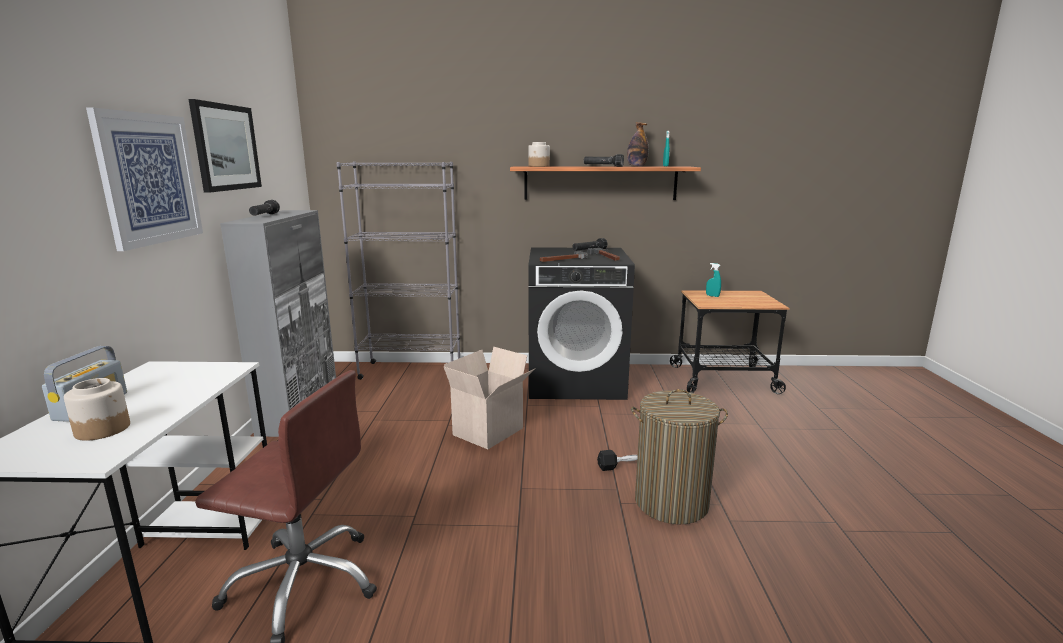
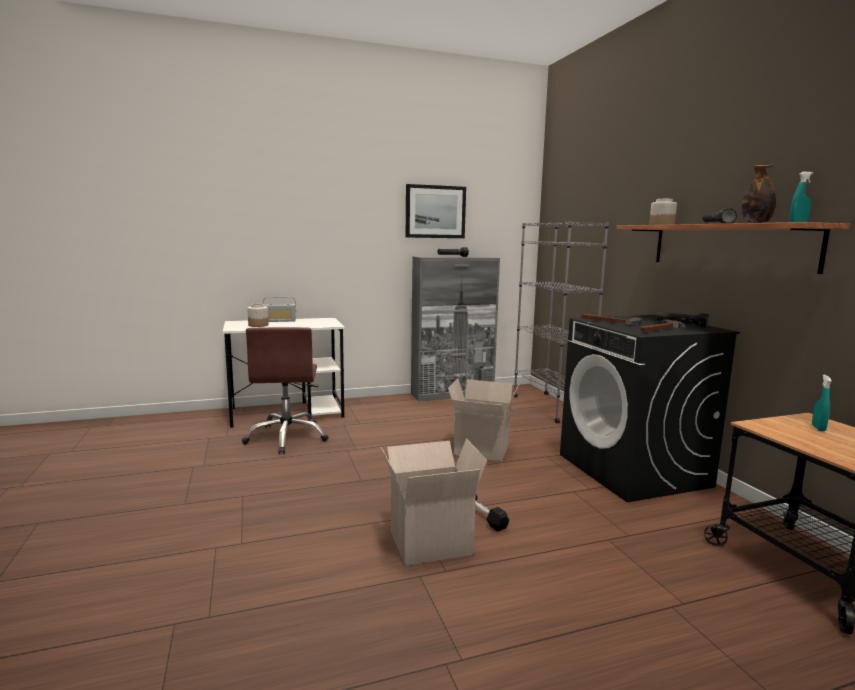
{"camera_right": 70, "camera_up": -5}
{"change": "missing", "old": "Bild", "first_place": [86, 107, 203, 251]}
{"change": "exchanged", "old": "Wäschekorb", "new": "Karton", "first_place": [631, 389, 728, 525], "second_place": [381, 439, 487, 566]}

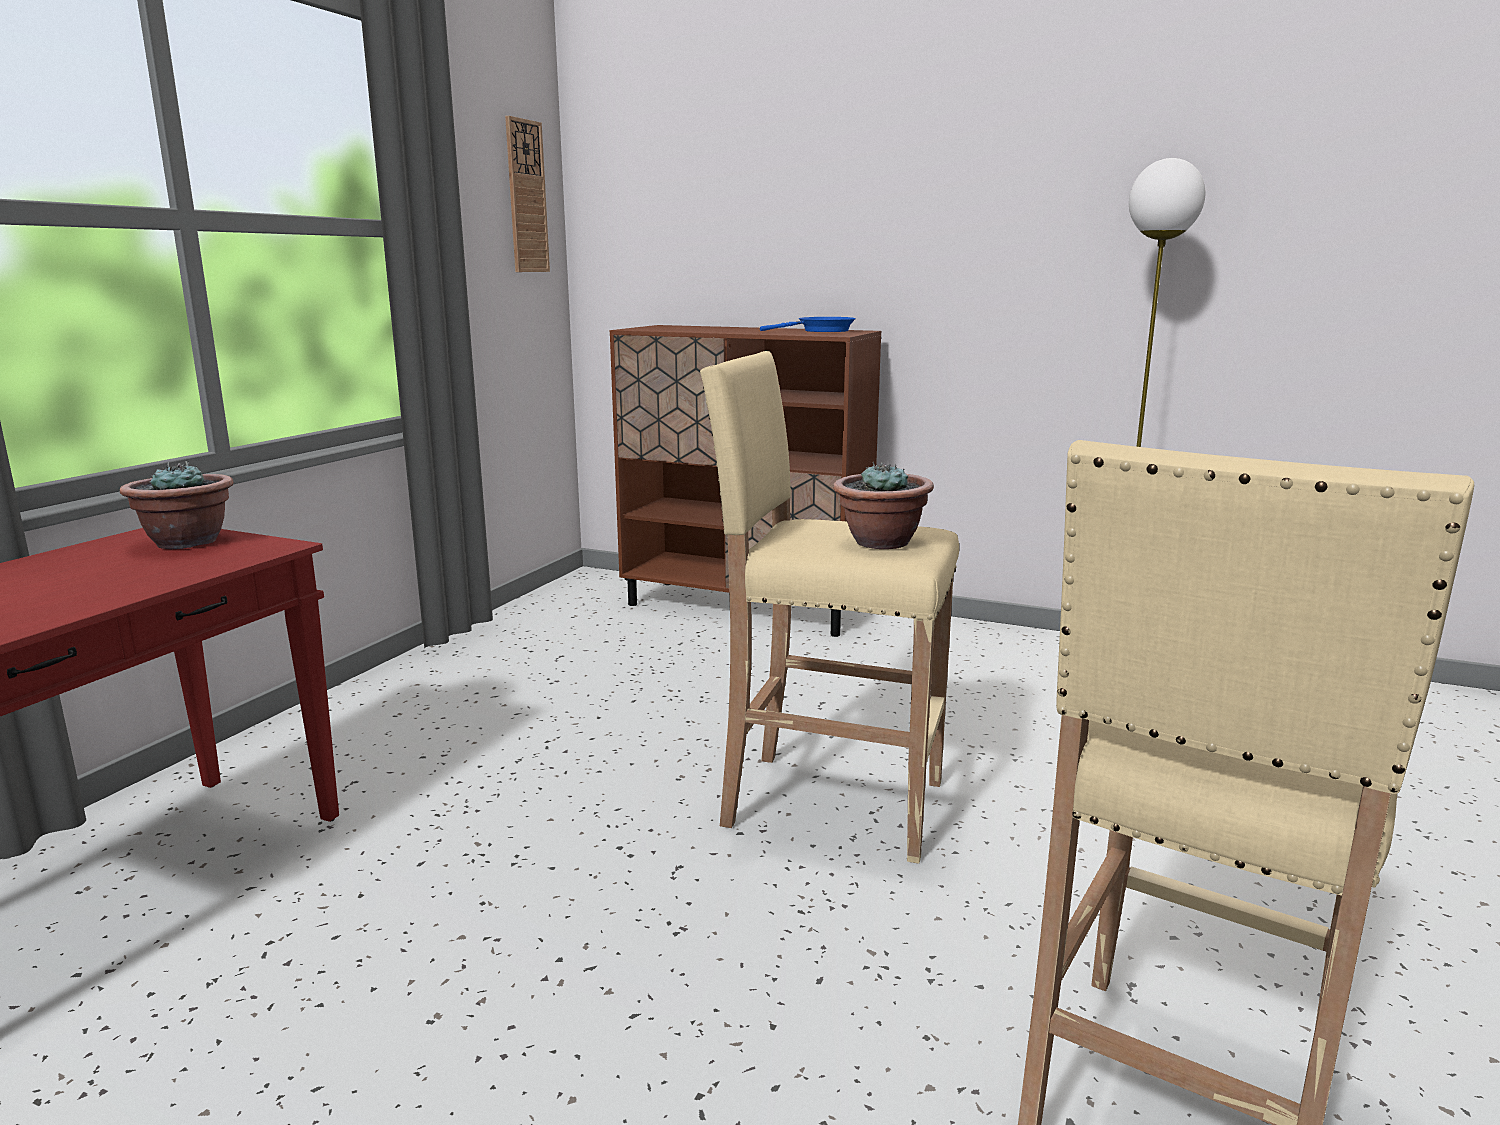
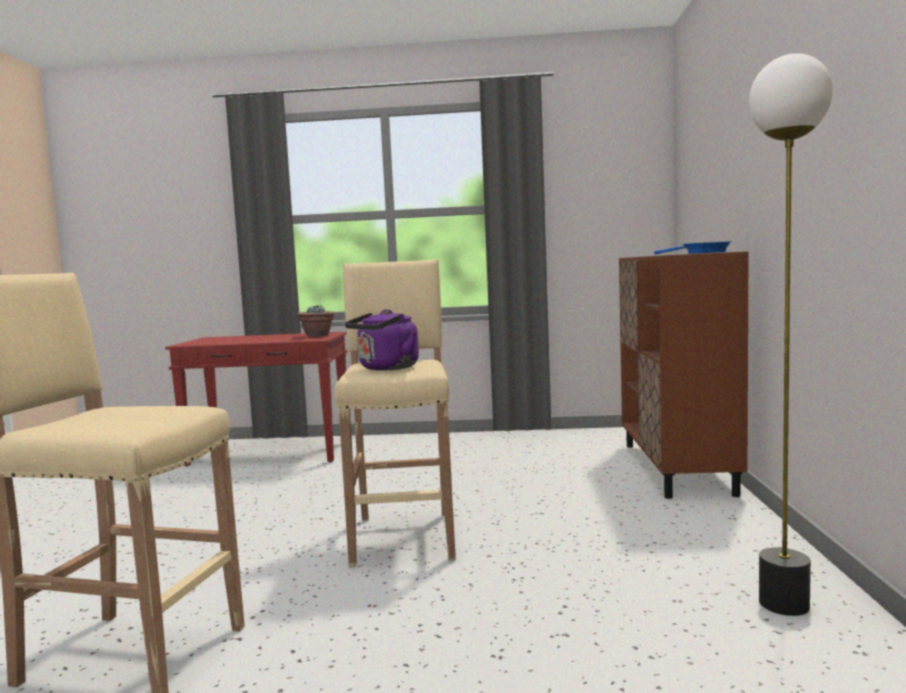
{"camera_right": 70, "camera_up": -10}
{"change": "missing", "old": "Wanduhr", "first_place": [505, 116, 550, 272]}
{"change": "exchanged", "old": "Topfpflanze", "new": "Wasserkessel/lila", "first_place": [833, 462, 934, 549], "second_place": [345, 309, 419, 371]}

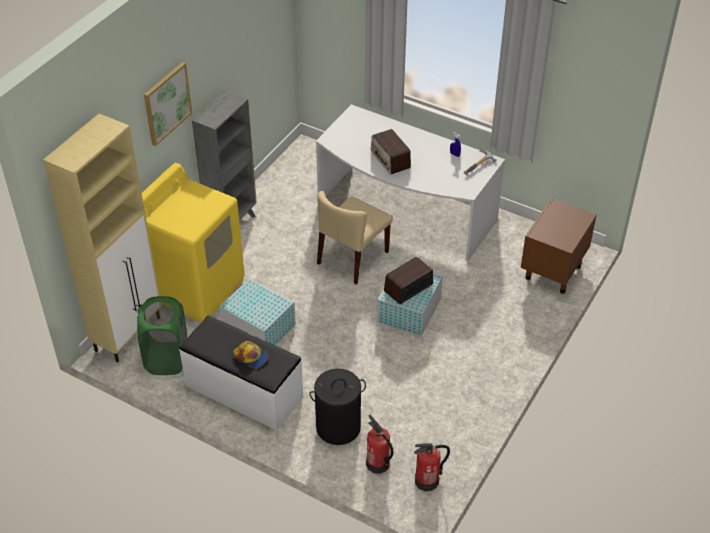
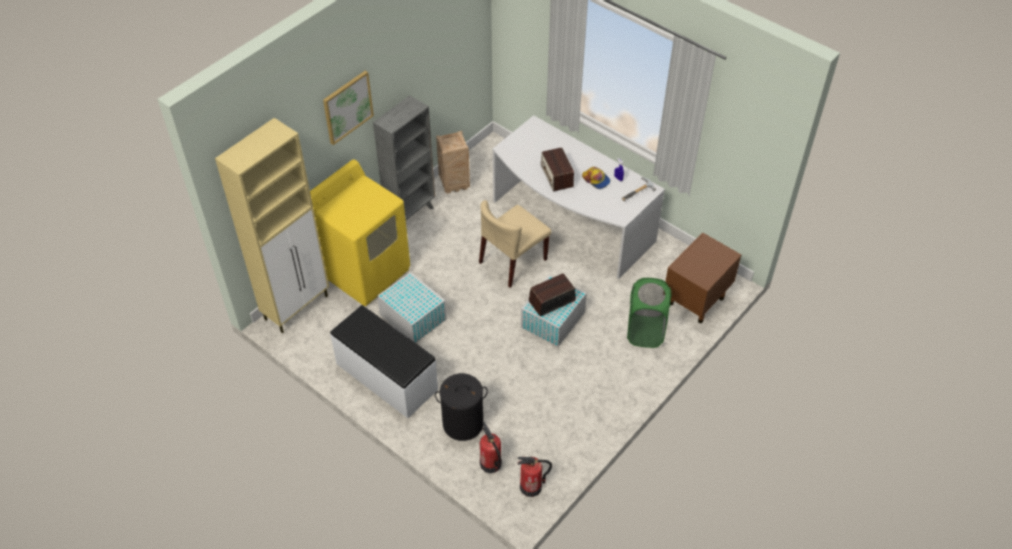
{"camera_right": 10, "camera_up": 5}
{"change": "appeared", "new": "Kiste", "second_place": [436, 131, 470, 194]}
{"change": "relocated", "old": "Wäschekorb/grün", "first_place": [137, 296, 187, 375], "second_place": [627, 278, 672, 348]}
{"change": "relocated", "old": "Kappe", "first_place": [233, 341, 268, 369], "second_place": [582, 166, 610, 189]}

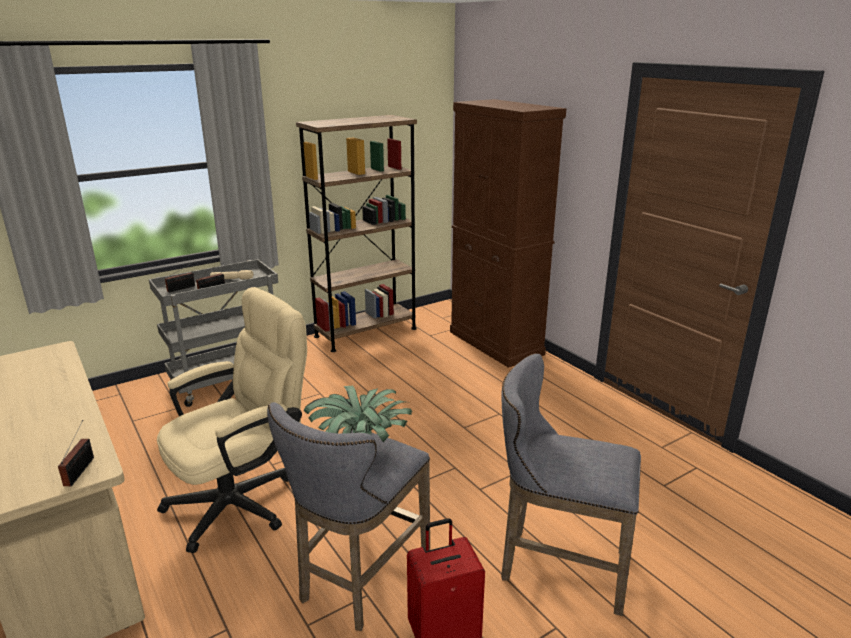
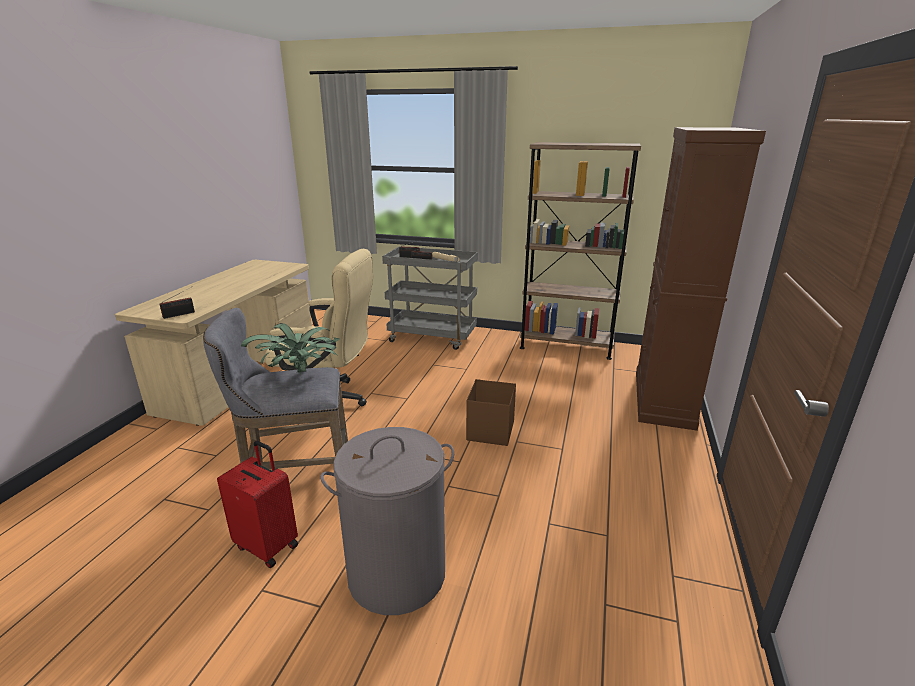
{"camera_right": 50, "camera_up": 0}
{"change": "appeared", "new": "Aufbewahrungsbox/braun", "second_place": [466, 379, 516, 446]}
{"change": "exchanged", "old": "Hocker/grau", "new": "Wäschekorb/grau", "first_place": [501, 354, 641, 616], "second_place": [320, 427, 454, 615]}

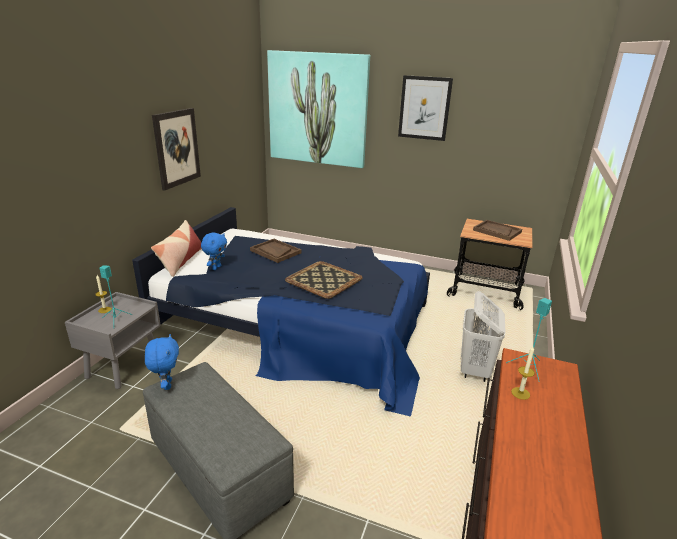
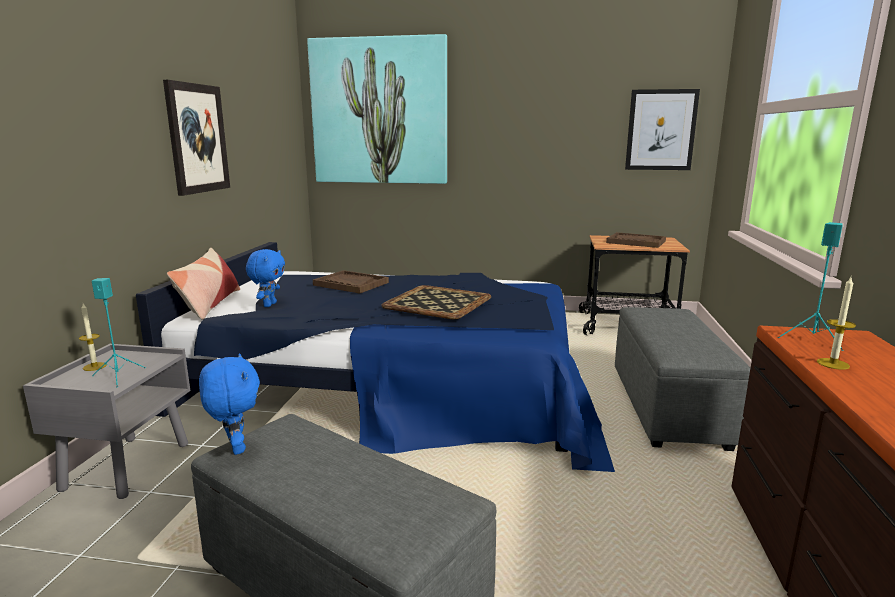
{"camera_right": -10, "camera_up": -10}
{"change": "relocated", "old": "Bild", "first_place": [398, 75, 453, 141], "second_place": [625, 89, 700, 170]}
{"change": "exchanged", "old": "Wäschekorb/weiß", "new": "Polsterhocker/grau", "first_place": [461, 291, 505, 382], "second_place": [615, 307, 750, 451]}

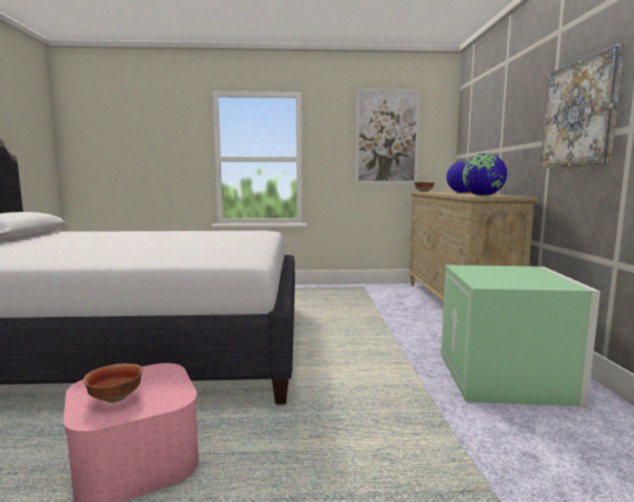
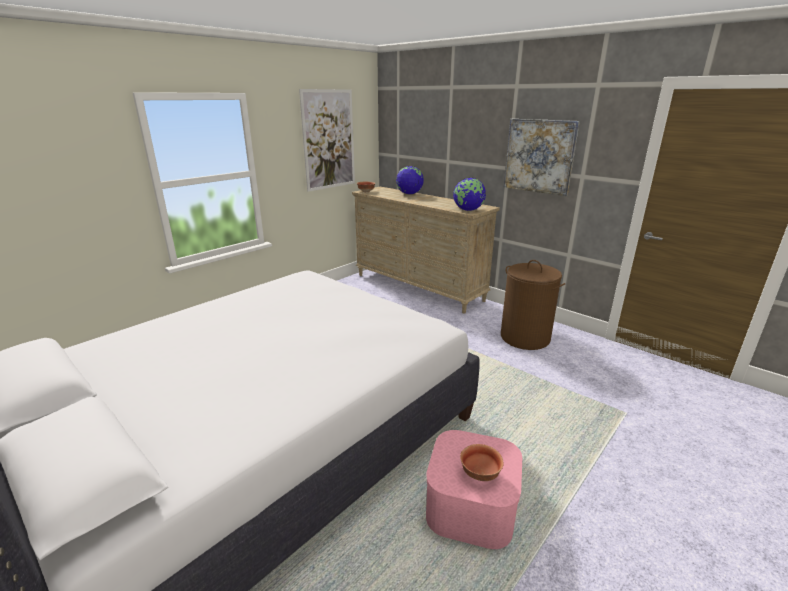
{"camera_right": -45, "camera_up": 15}
{"change": "exchanged", "old": "Aufbewahrungsbox/grün", "new": "Wäschekorb/braun", "first_place": [441, 265, 600, 407], "second_place": [501, 260, 566, 350]}

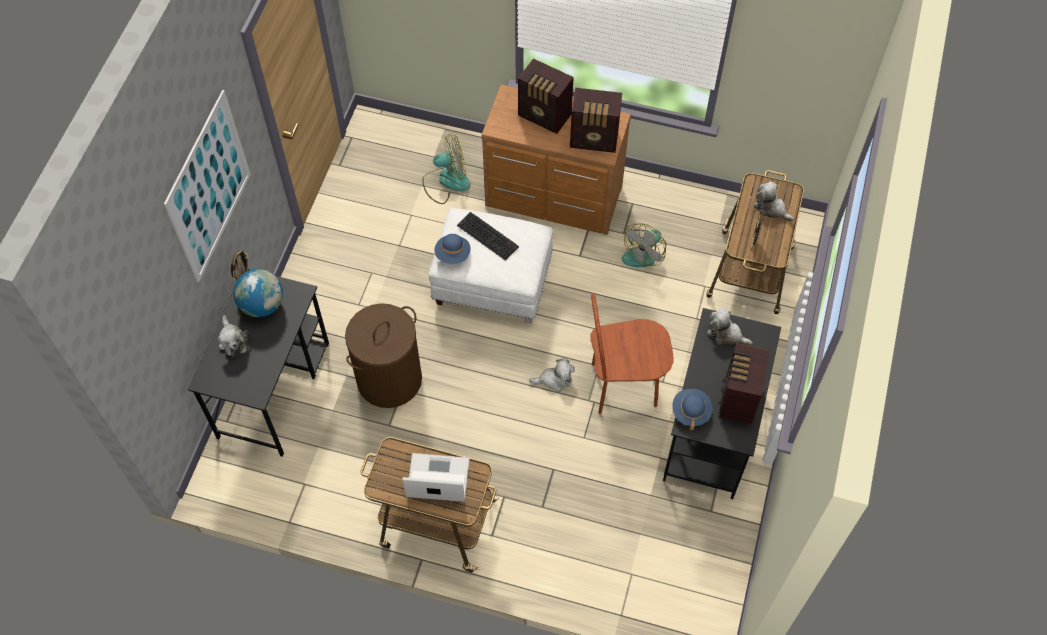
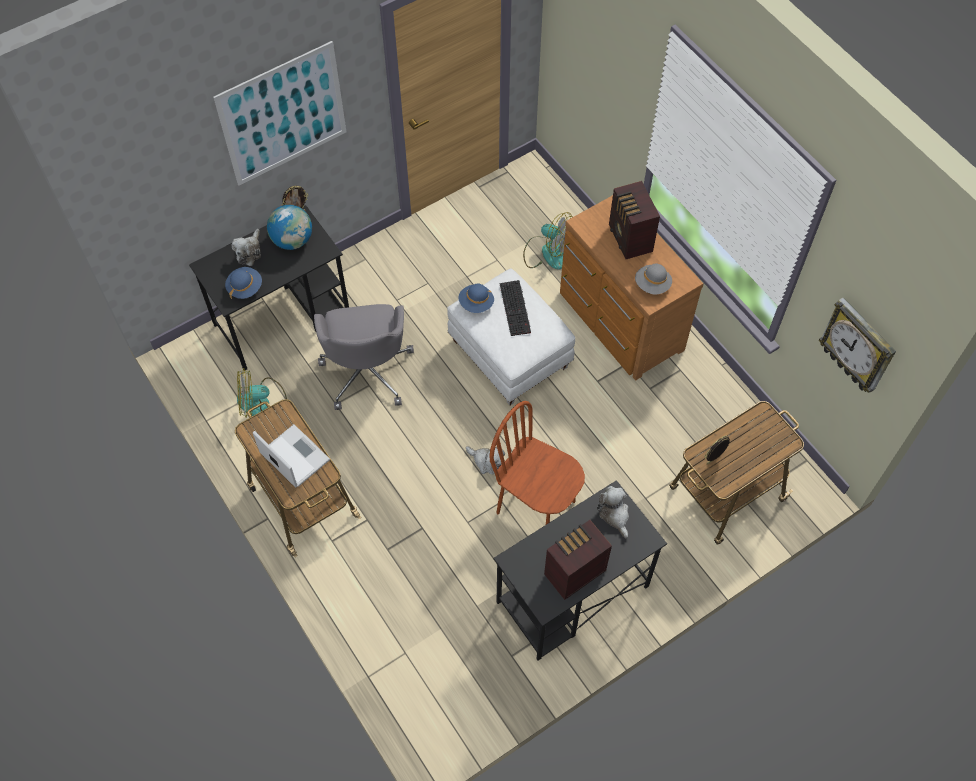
{"camera_right": 40, "camera_up": 0}
{"change": "missing", "old": "Plüschtier", "first_place": [754, 181, 794, 222]}
{"change": "appeared", "new": "Wanduhr", "second_place": [819, 297, 896, 393]}
{"change": "relocated", "old": "Ventilator", "first_place": [622, 223, 666, 267], "second_place": [237, 368, 287, 418]}
{"change": "relocated", "old": "Hut/blau", "first_place": [672, 389, 712, 430], "second_place": [225, 267, 262, 299]}
{"change": "exchanged", "old": "Wäschekorb/braun", "new": "Bürostuhl/grau", "first_place": [345, 303, 422, 408], "second_place": [314, 304, 414, 410]}
{"change": "exchanged", "old": "Radio", "new": "Hut/grau", "first_place": [570, 88, 622, 153], "second_place": [635, 264, 672, 294]}

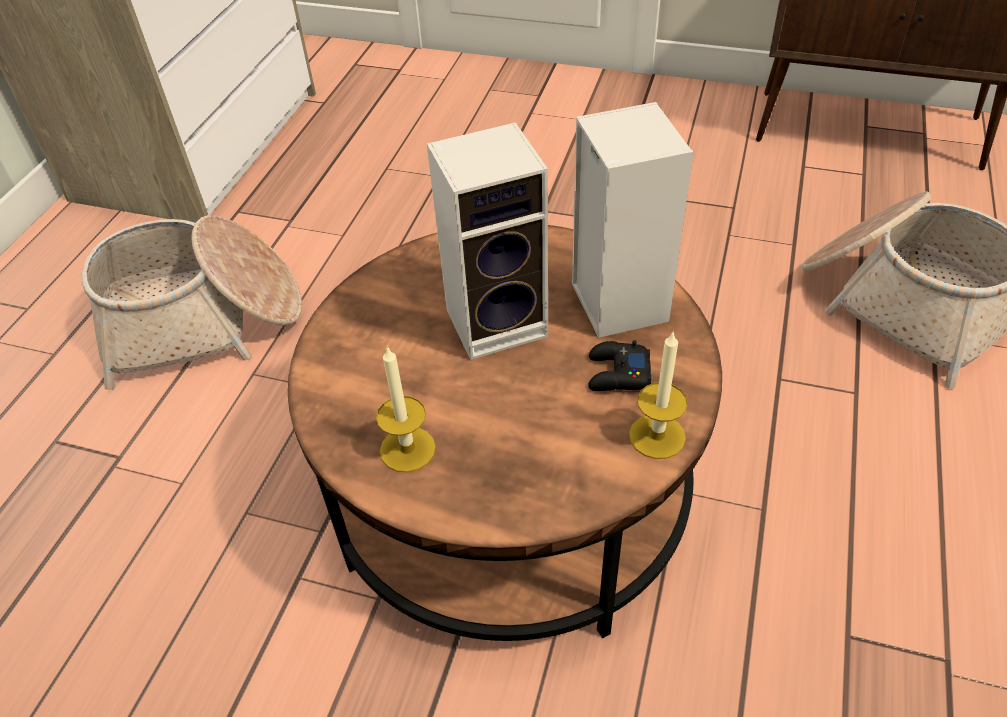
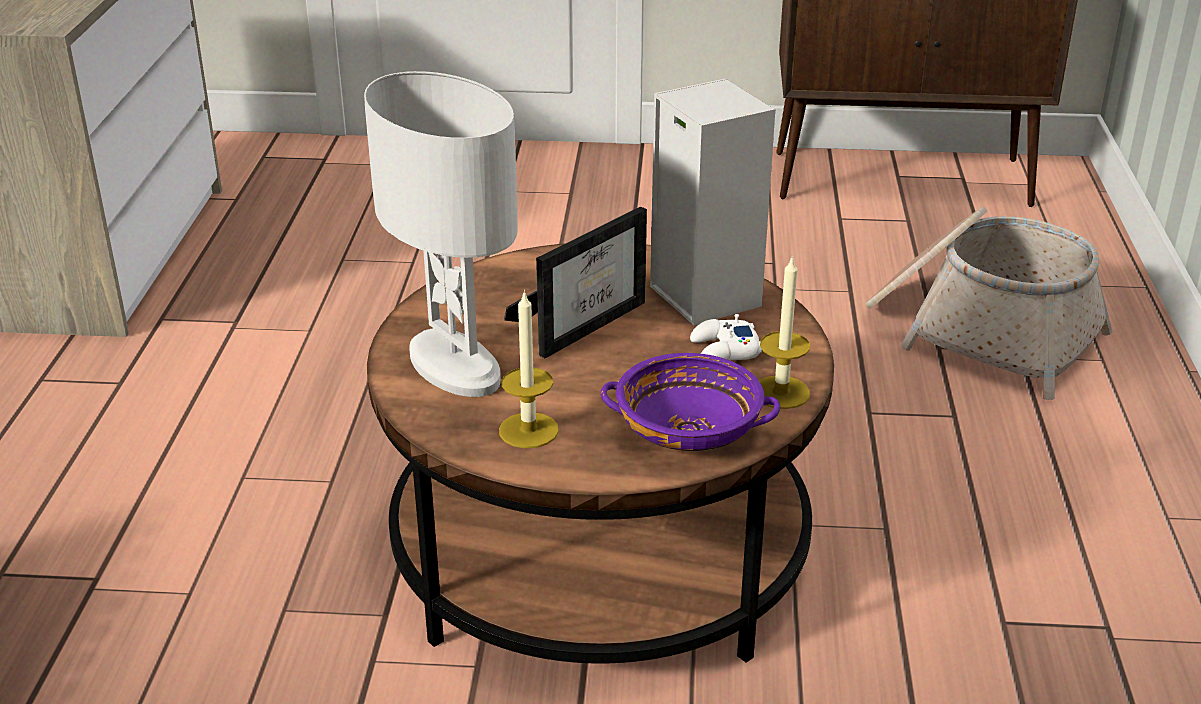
{"camera_right": -15, "camera_up": -15}
{"change": "missing", "old": "Korb", "first_place": [81, 215, 302, 390]}
{"change": "appeared", "new": "Tischlampe/weiß", "second_place": [364, 71, 518, 397]}
{"change": "appeared", "new": "Schüssel/lila", "second_place": [601, 353, 781, 451]}
{"change": "exchanged", "old": "Lautsprecher", "new": "Bilderrahmen", "first_place": [427, 122, 548, 360], "second_place": [504, 207, 647, 358]}
{"change": "colour", "old": "Gamepad/schwarz", "new": "Gamepad/weiß", "first_place": [588, 340, 651, 391], "second_place": [690, 314, 762, 360]}

